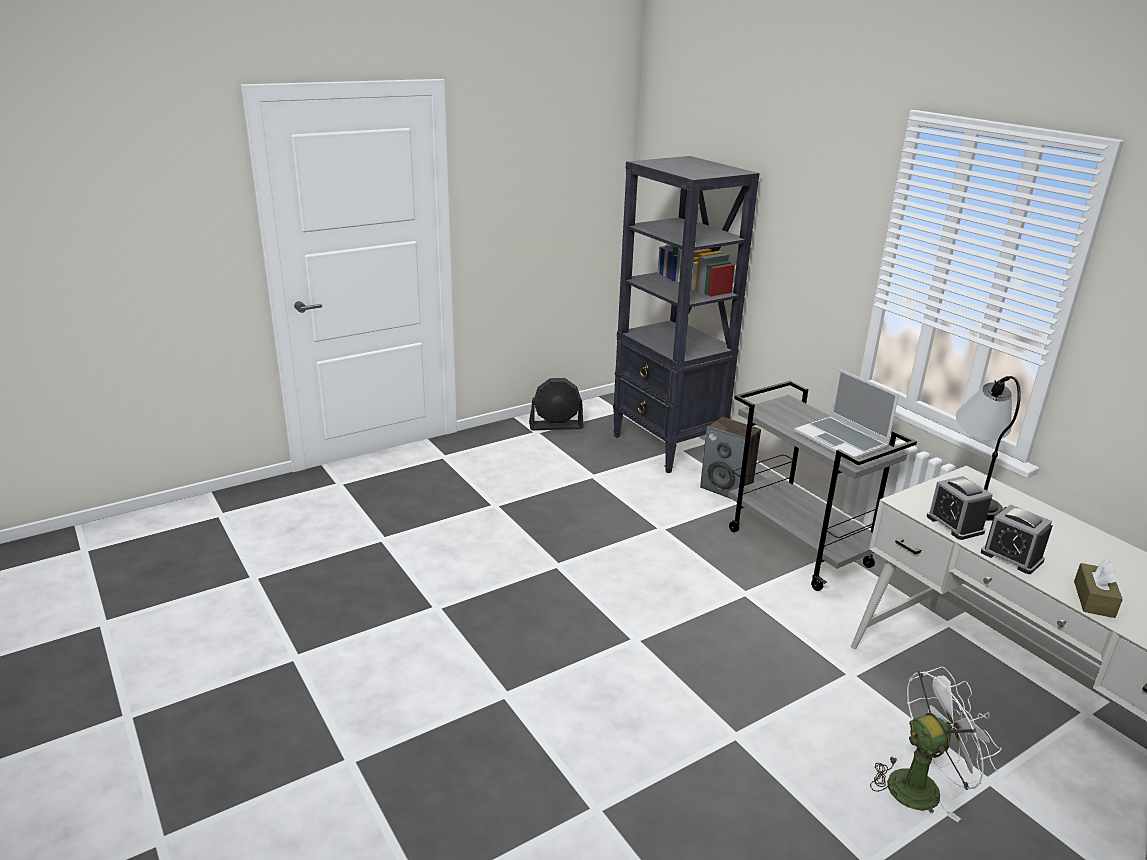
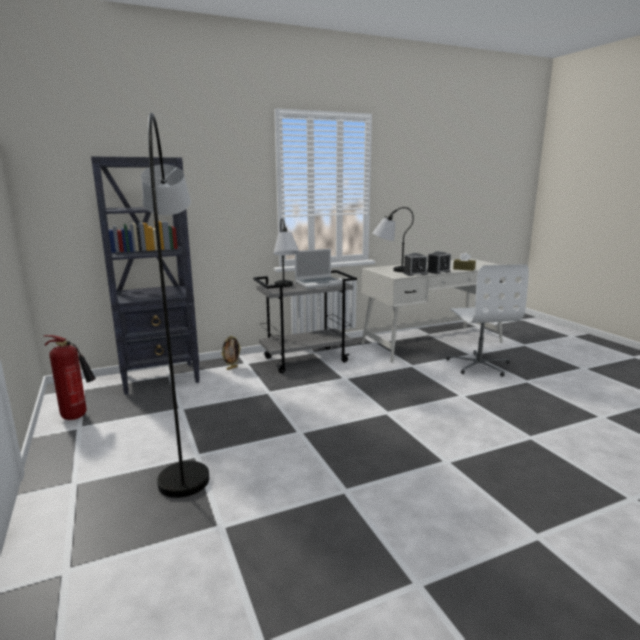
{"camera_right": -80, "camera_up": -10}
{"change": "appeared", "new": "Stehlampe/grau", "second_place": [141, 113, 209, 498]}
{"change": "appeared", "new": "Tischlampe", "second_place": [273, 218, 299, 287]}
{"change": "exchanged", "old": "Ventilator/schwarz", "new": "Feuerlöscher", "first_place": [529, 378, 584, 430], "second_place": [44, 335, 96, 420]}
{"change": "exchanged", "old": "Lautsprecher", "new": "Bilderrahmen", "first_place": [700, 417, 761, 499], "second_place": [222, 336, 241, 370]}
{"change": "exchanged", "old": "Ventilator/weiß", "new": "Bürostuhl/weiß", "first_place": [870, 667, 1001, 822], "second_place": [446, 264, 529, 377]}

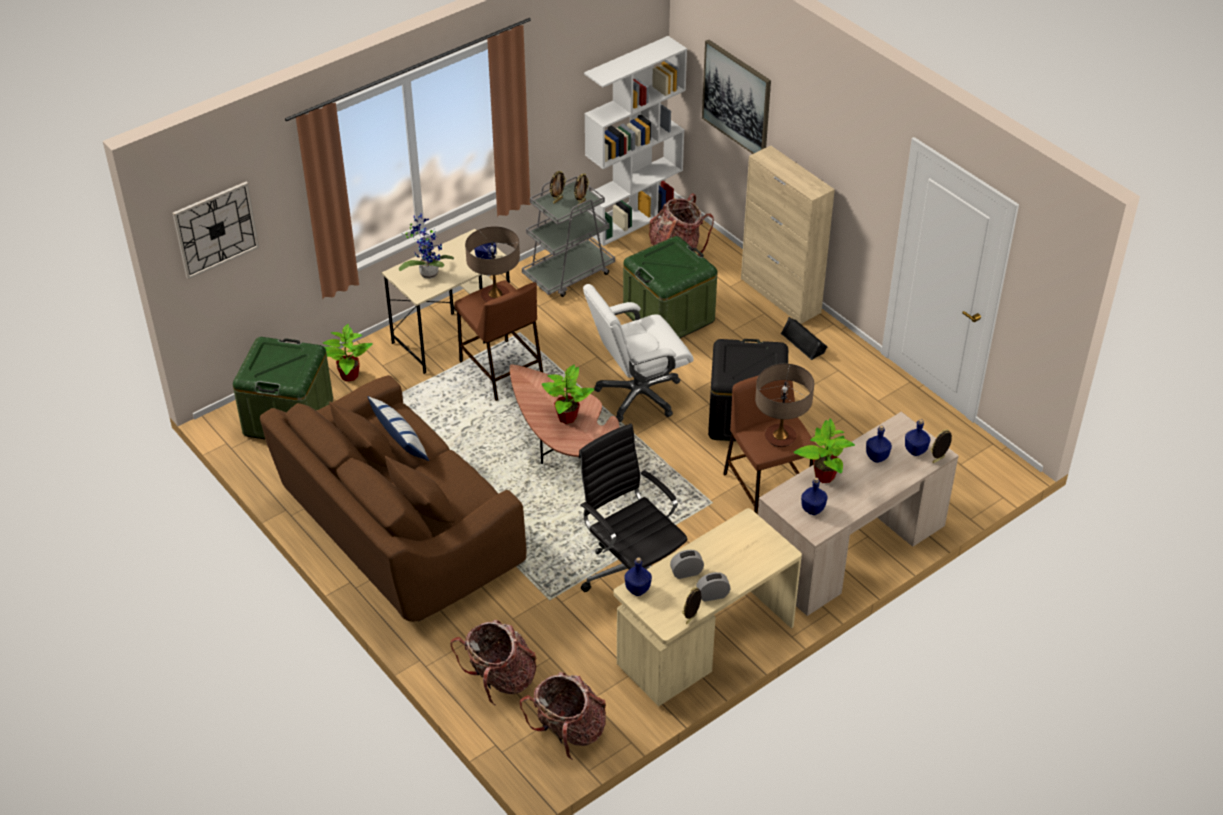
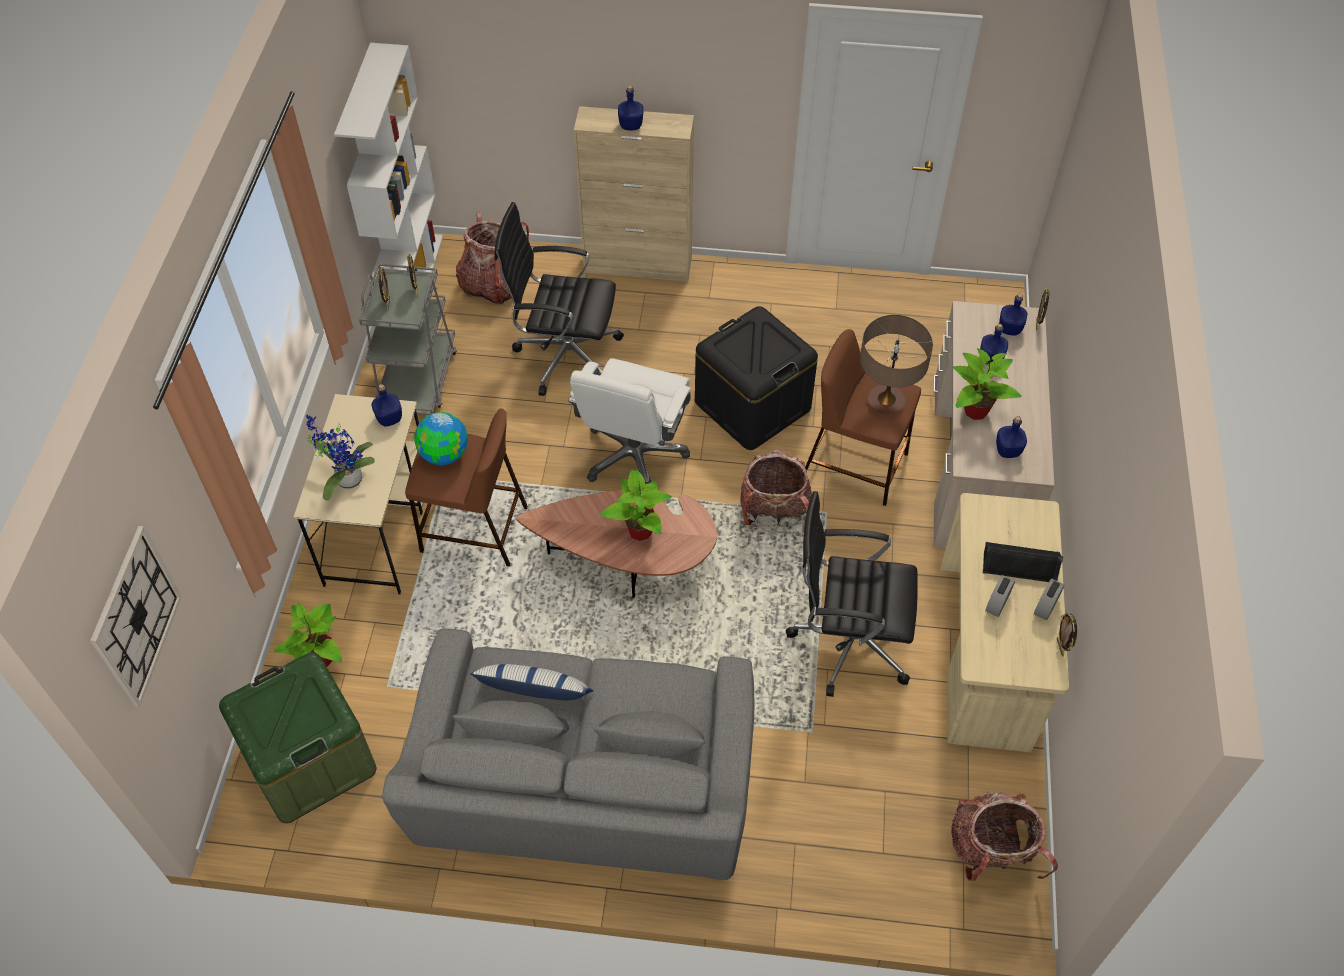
{"camera_right": -45, "camera_up": 10}
{"change": "missing", "old": "Bild", "first_place": [702, 40, 771, 154]}
{"change": "relocated", "old": "Rucksack", "first_place": [451, 619, 536, 705], "second_place": [740, 449, 812, 528]}
{"change": "relocated", "old": "Flasche/blau", "first_place": [624, 557, 652, 596], "second_place": [618, 86, 643, 130]}
{"change": "relocated", "old": "Lautsprecher/schwarz", "first_place": [781, 317, 828, 360], "second_place": [983, 542, 1063, 582]}
{"change": "exchanged", "old": "Tischlampe", "new": "Globus", "first_place": [465, 226, 520, 302], "second_place": [414, 412, 468, 465]}
{"change": "exchanged", "old": "Aufbewahrungsbox/grün", "new": "Bürostuhl/schwarz", "first_place": [623, 236, 717, 338], "second_place": [495, 202, 624, 396]}
{"change": "colour", "old": "Sofa/braun", "new": "Sofa/grau", "first_place": [260, 375, 527, 622], "second_place": [382, 629, 754, 880]}

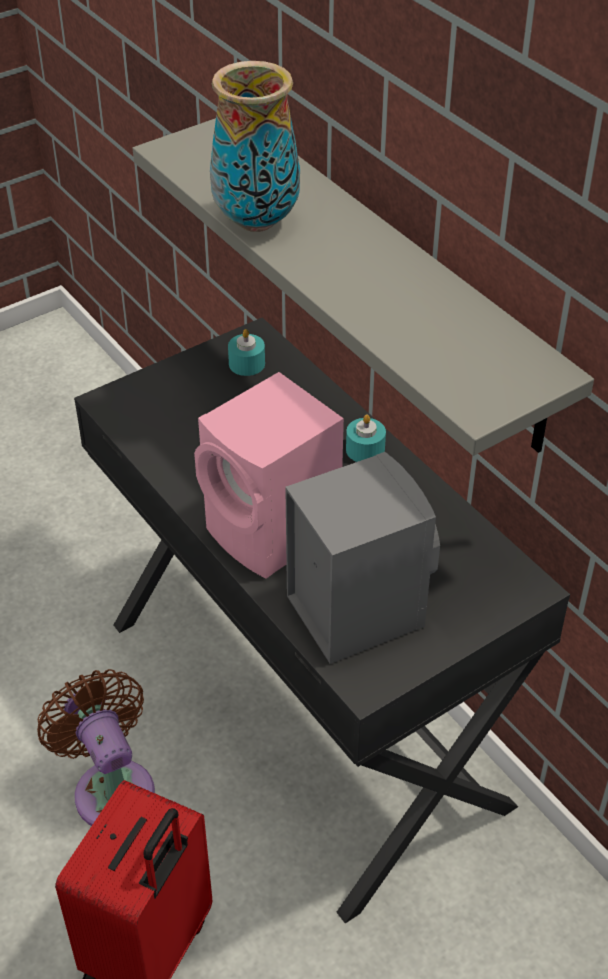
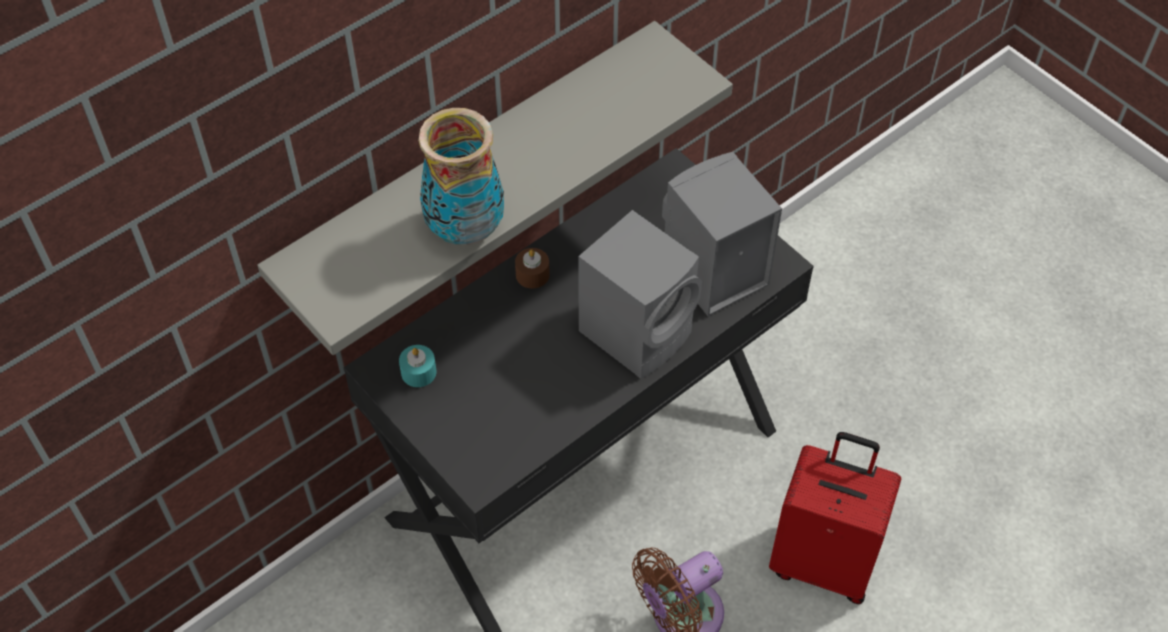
{"camera_right": -95, "camera_up": 10}
{"change": "colour", "old": "Lautsprecher/rosa", "new": "Lautsprecher/grau", "first_place": [194, 372, 344, 578], "second_place": [578, 210, 702, 379]}
{"change": "colour", "old": "Kerze/türkis", "new": "Kerze/braun", "first_place": [346, 415, 386, 462], "second_place": [515, 248, 550, 289]}

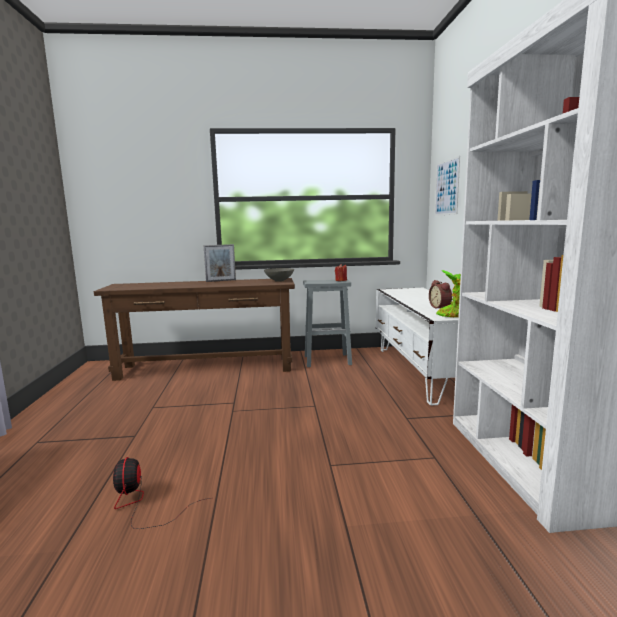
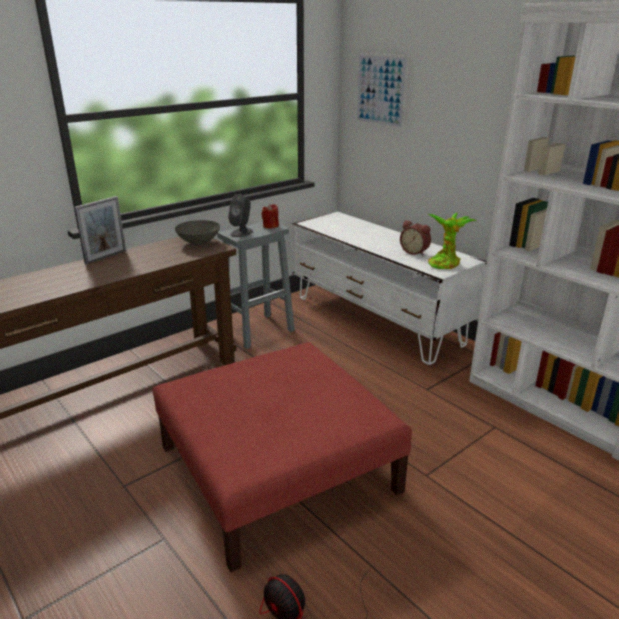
{"camera_right": -35, "camera_up": 15}
{"change": "appeared", "new": "Polsterhocker/rot", "second_place": [152, 342, 412, 572]}
{"change": "appeared", "new": "Lautsprecher/grau", "second_place": [228, 194, 253, 237]}

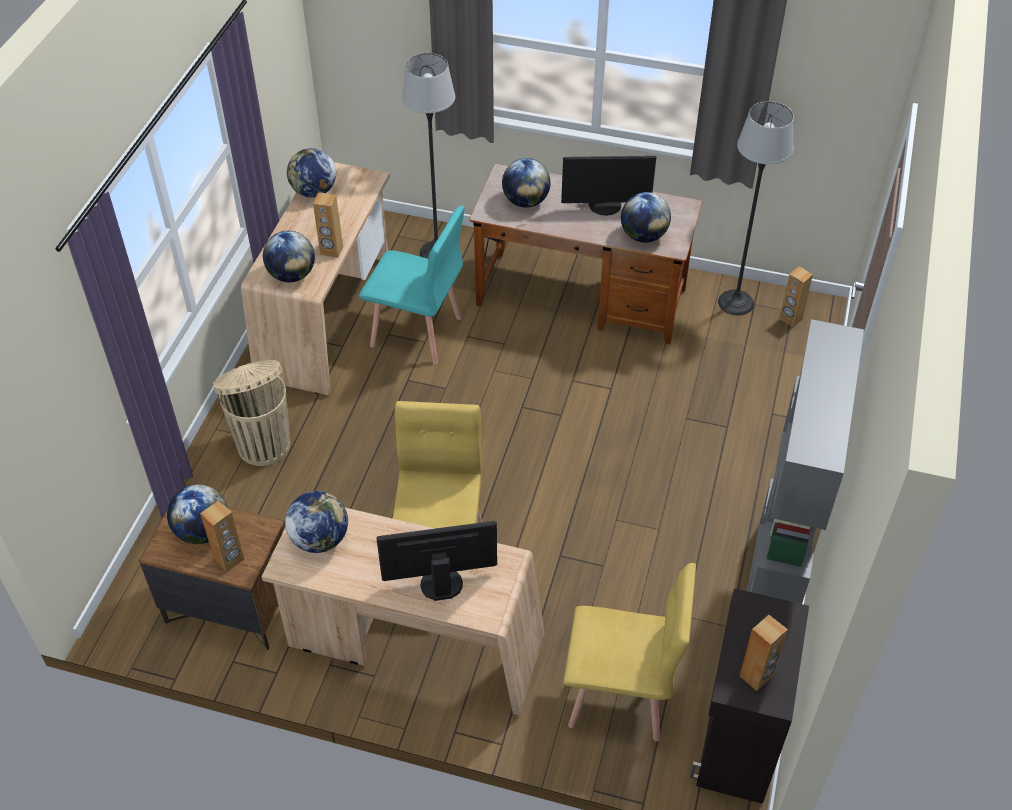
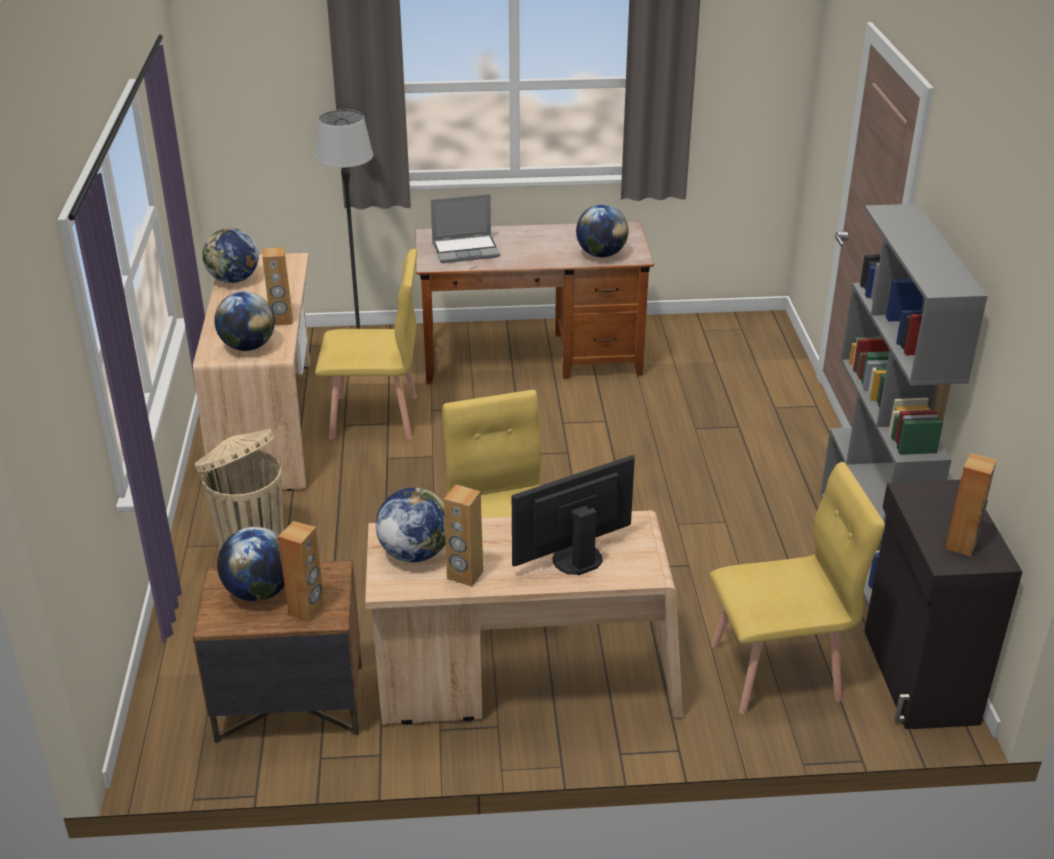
{"camera_right": -20, "camera_up": -15}
{"change": "missing", "old": "Monitor", "first_place": [561, 156, 656, 216]}
{"change": "missing", "old": "Stehlampe", "first_place": [718, 101, 794, 315]}
{"change": "relocated", "old": "Lautsprecher/braun", "first_place": [779, 266, 813, 327], "second_place": [444, 484, 483, 587]}
{"change": "exchanged", "old": "Globus", "new": "Laptop", "first_place": [502, 158, 551, 208], "second_place": [431, 194, 500, 263]}
{"change": "colour", "old": "Stuhl/türkis", "new": "Stuhl/gelb", "first_place": [359, 206, 465, 364], "second_place": [315, 249, 417, 440]}

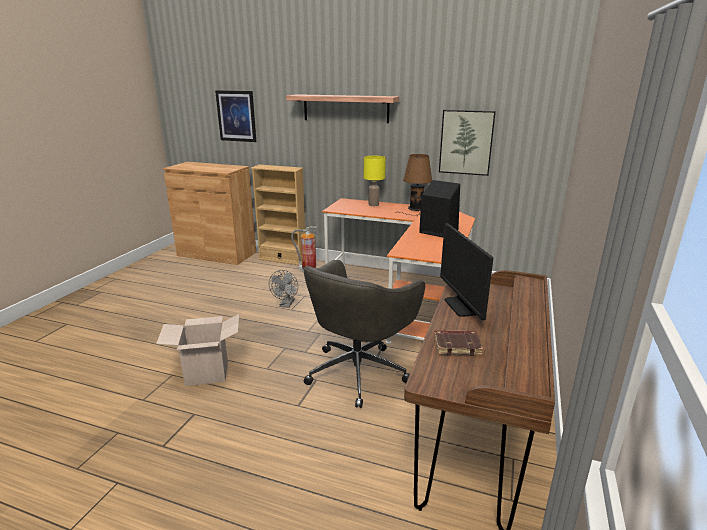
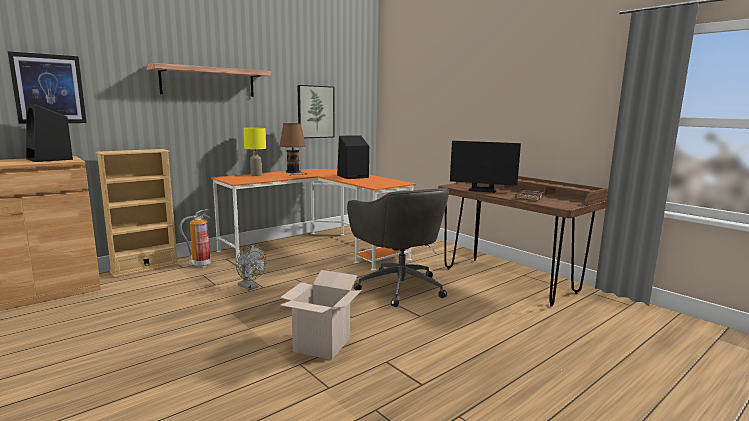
{"camera_right": -60, "camera_up": -10}
{"change": "appeared", "new": "Lautsprecher/schwarz", "second_place": [26, 103, 73, 162]}

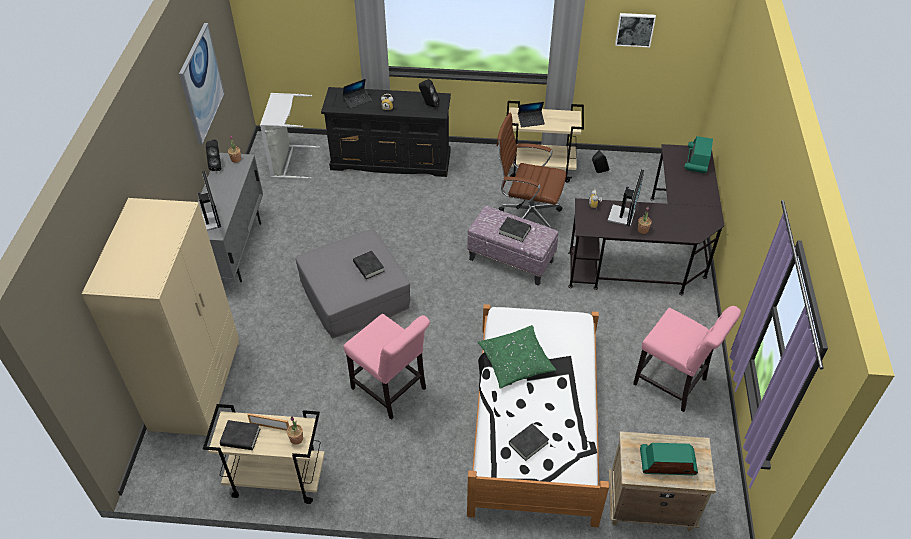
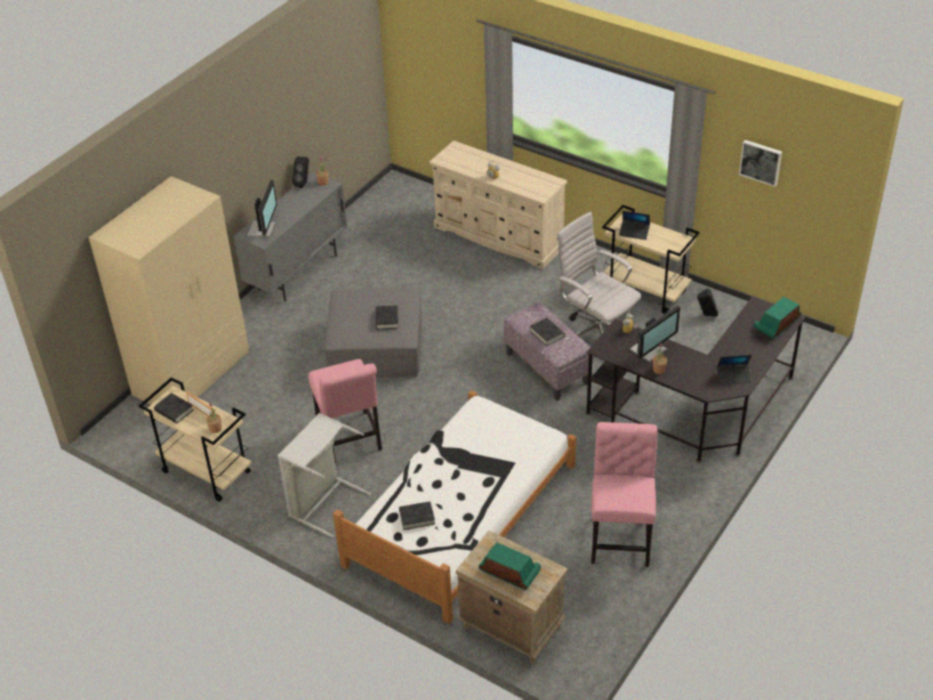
{"camera_right": 30, "camera_up": -5}
{"change": "missing", "old": "Bild", "first_place": [179, 23, 225, 145]}
{"change": "missing", "old": "Lautsprecher/schwarz", "first_place": [419, 79, 439, 108]}
{"change": "missing", "old": "Kissen/grün", "first_place": [477, 325, 556, 389]}
{"change": "relocated", "old": "Wäschekorb/grau", "first_place": [260, 93, 320, 179], "second_place": [278, 413, 371, 537]}
{"change": "relocated", "old": "Laptop", "first_place": [343, 79, 371, 109], "second_place": [717, 355, 752, 385]}
{"change": "colour", "old": "Kommode/schwarz", "new": "Kommode/beige", "first_place": [321, 87, 451, 177], "second_place": [429, 140, 567, 269]}
{"change": "colour", "old": "Bürostuhl/braun", "new": "Bürostuhl/weiß", "first_place": [497, 113, 566, 228], "second_place": [557, 212, 641, 336]}
{"change": "spun", "old": "Stuhl/rosa", "first_place": [633, 306, 741, 412], "second_place": [591, 422, 658, 567], "degrees": -150}

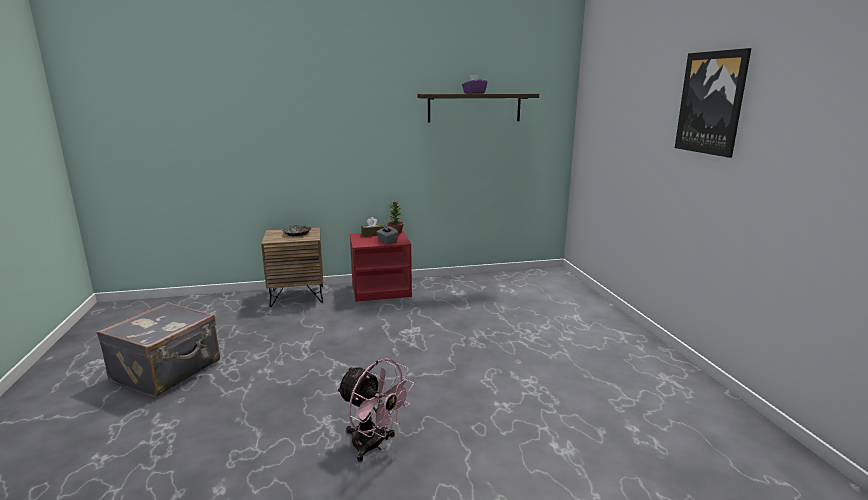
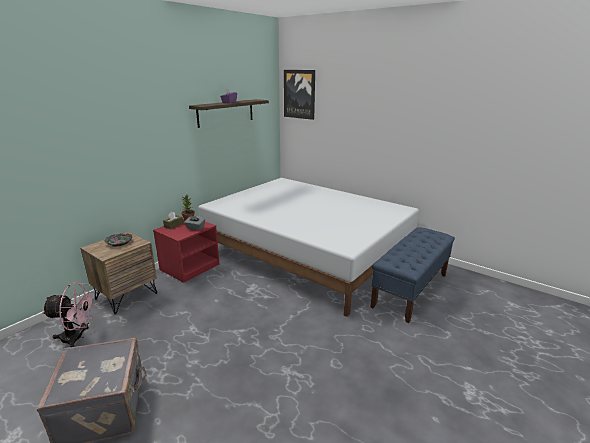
{"camera_right": -40, "camera_up": 5}
{"change": "appeared", "new": "Bett/weiß", "second_place": [198, 178, 419, 317]}
{"change": "appeared", "new": "Bank/blau", "second_place": [370, 227, 455, 323]}
{"change": "relocated", "old": "Ventilator/rosa", "first_place": [337, 358, 414, 462], "second_place": [42, 282, 96, 347]}
{"change": "relocated", "old": "Bild", "first_place": [675, 48, 751, 158], "second_place": [284, 70, 315, 120]}

